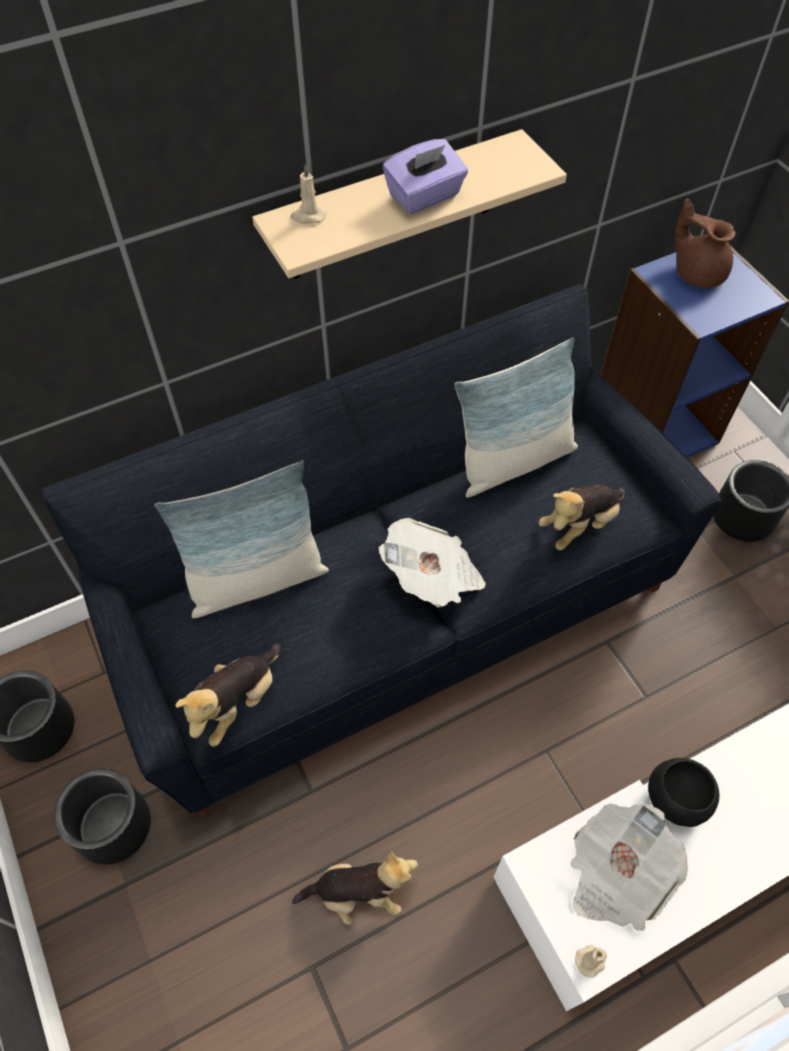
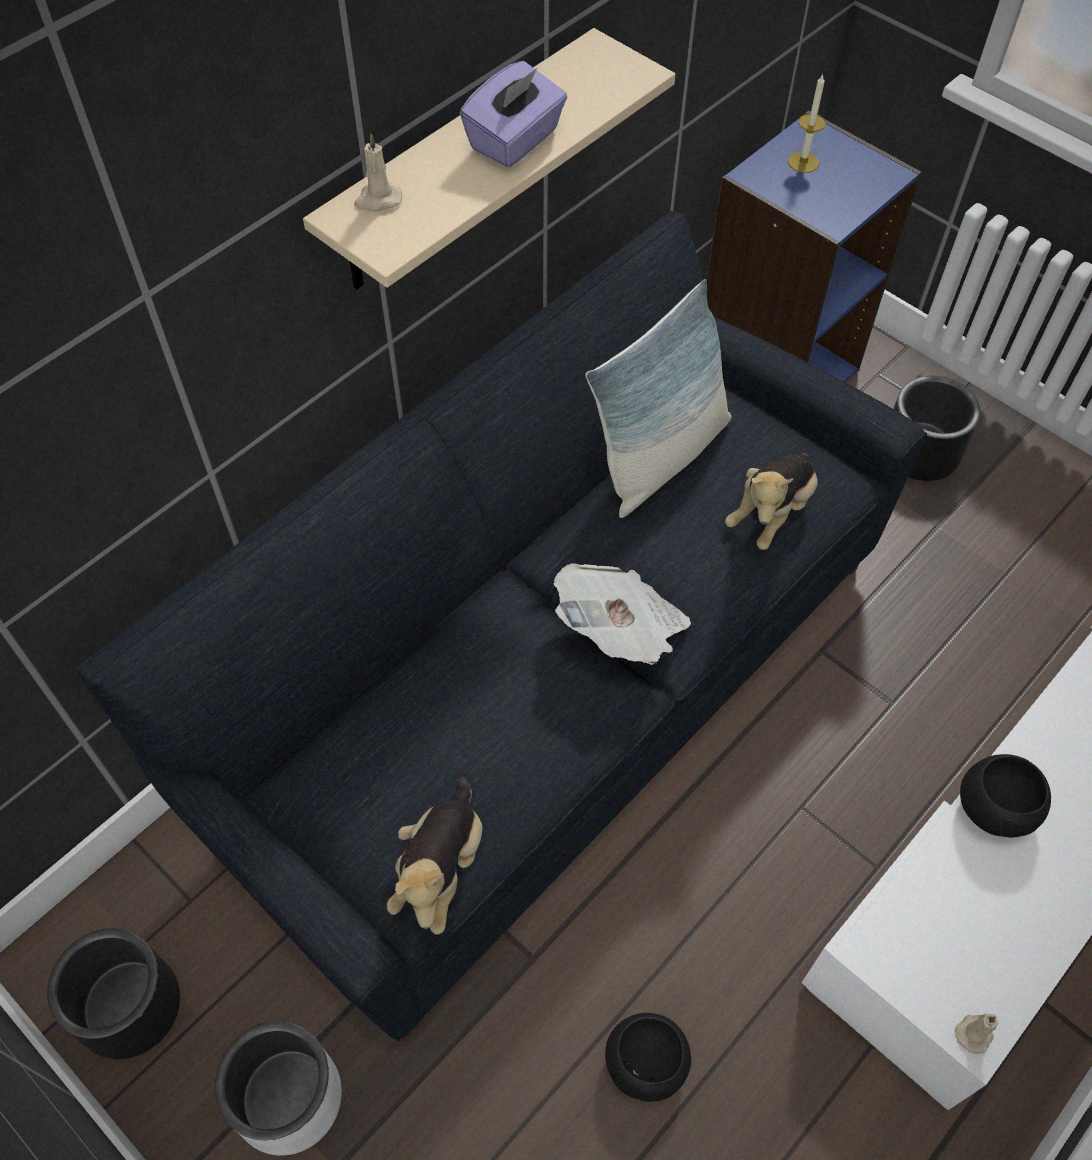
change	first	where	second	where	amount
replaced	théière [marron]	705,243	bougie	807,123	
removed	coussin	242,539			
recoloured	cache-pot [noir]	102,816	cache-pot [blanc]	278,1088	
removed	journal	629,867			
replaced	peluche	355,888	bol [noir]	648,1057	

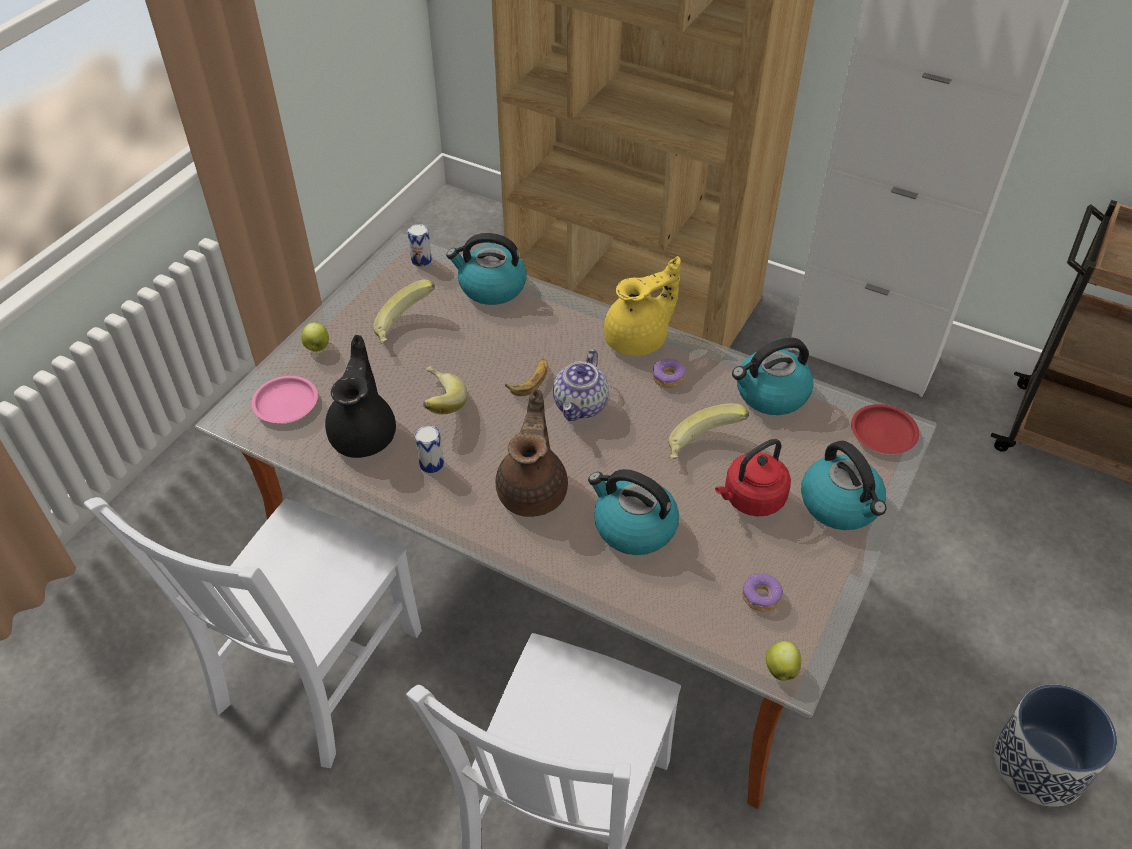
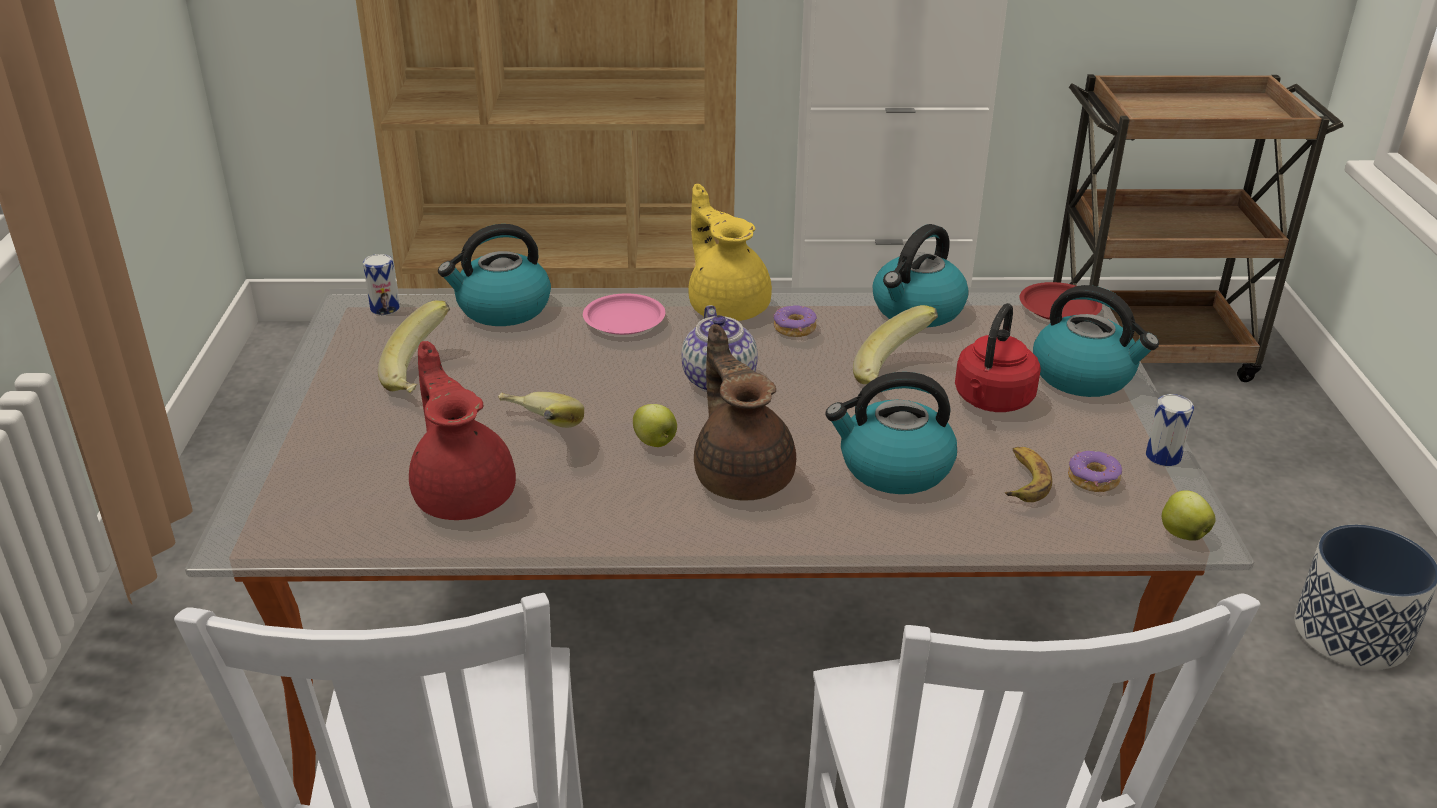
change	first	where	second	where	amount
turned	théière [jaune]	642,306		730,252	60 degrees counterclockwise
moved	pomme	315,337		655,425	
recoloured	théière [noir]	360,396	théière [rouge]	462,430	
moved	banane	526,377		1028,474	
moved	assiette [rose]	285,399		624,314	
moved	boîte métallique	429,449		1170,430	

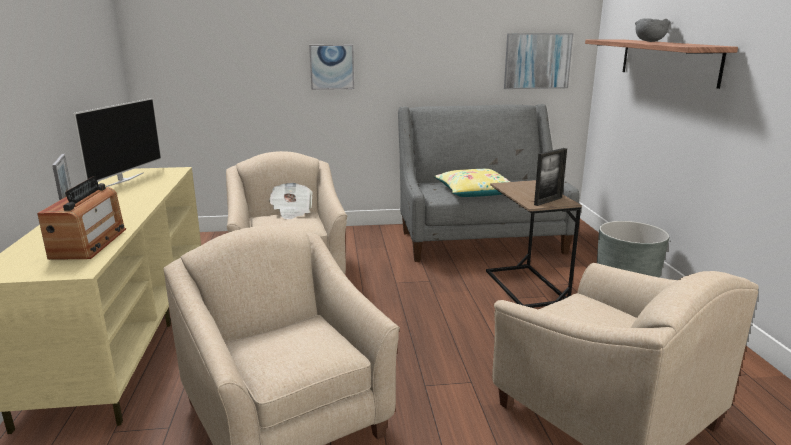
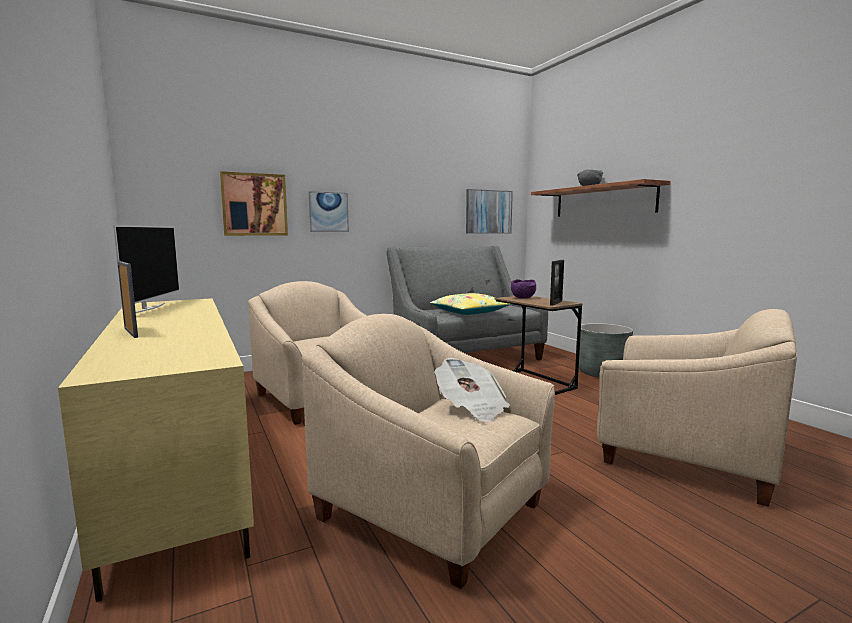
change	first	where	second	where	amount
removed	radio	81,218			
moved	journal	291,201		472,390	
added			tableau	254,203	
added			bol [violet]	523,289	

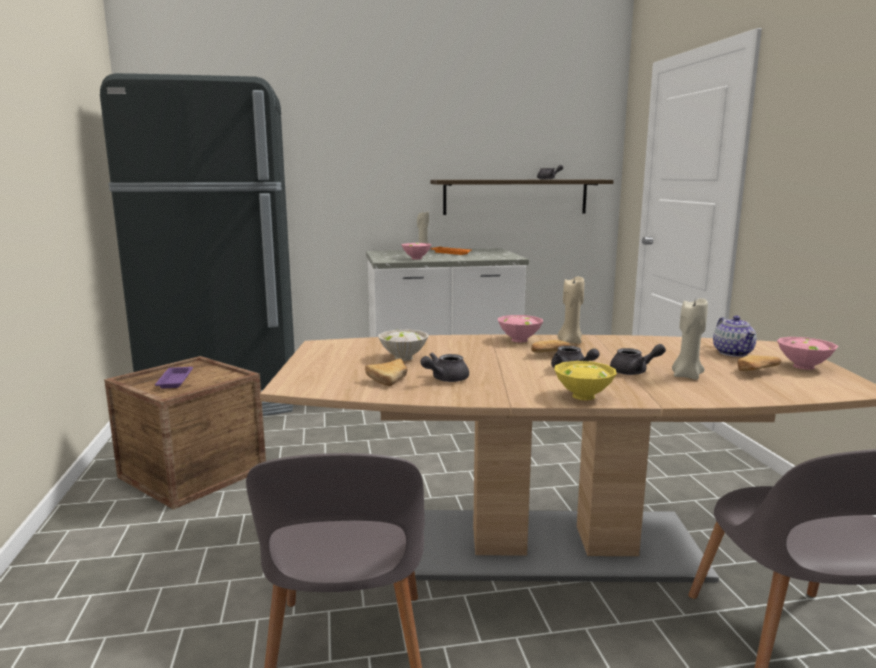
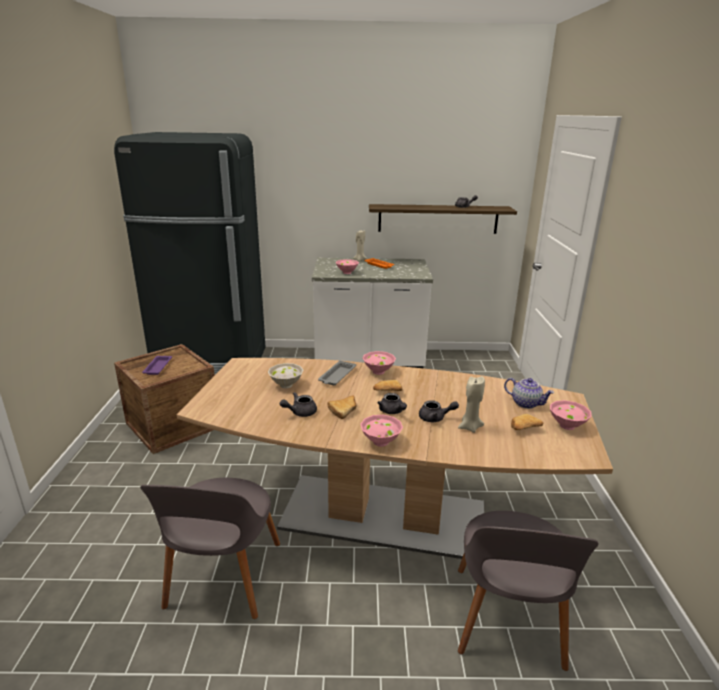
change	first	where	second	where	amount
removed	bougie [beige]	570,310			
turned	théière	735,336		529,393	60 degrees counterclockwise
moved	pain	386,372		342,407	
recoloured	bol [jaune]	586,380	bol [rose]	381,431	
added			plateau [gris]	337,372	

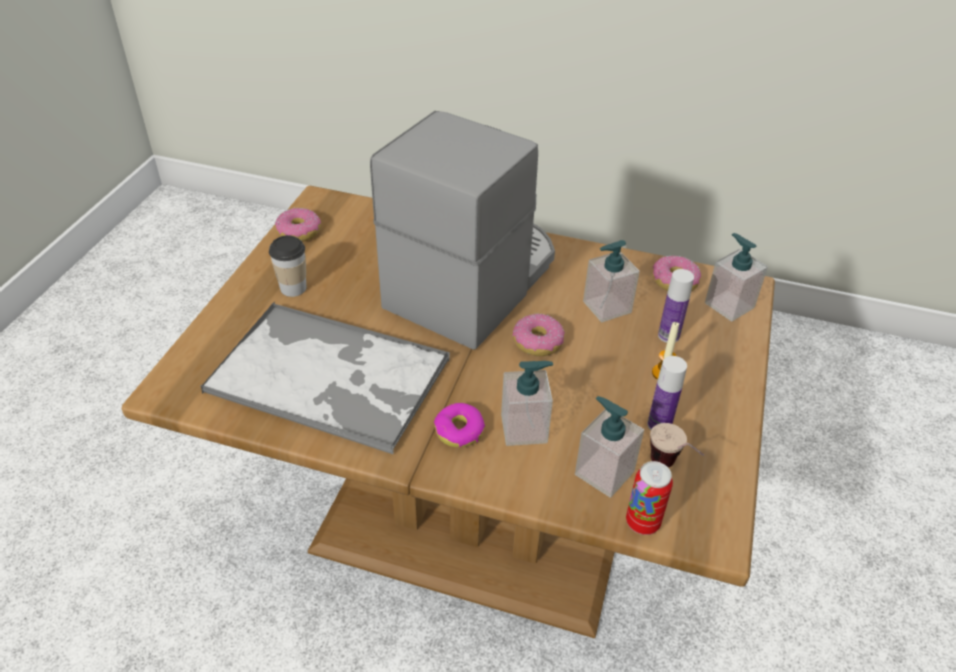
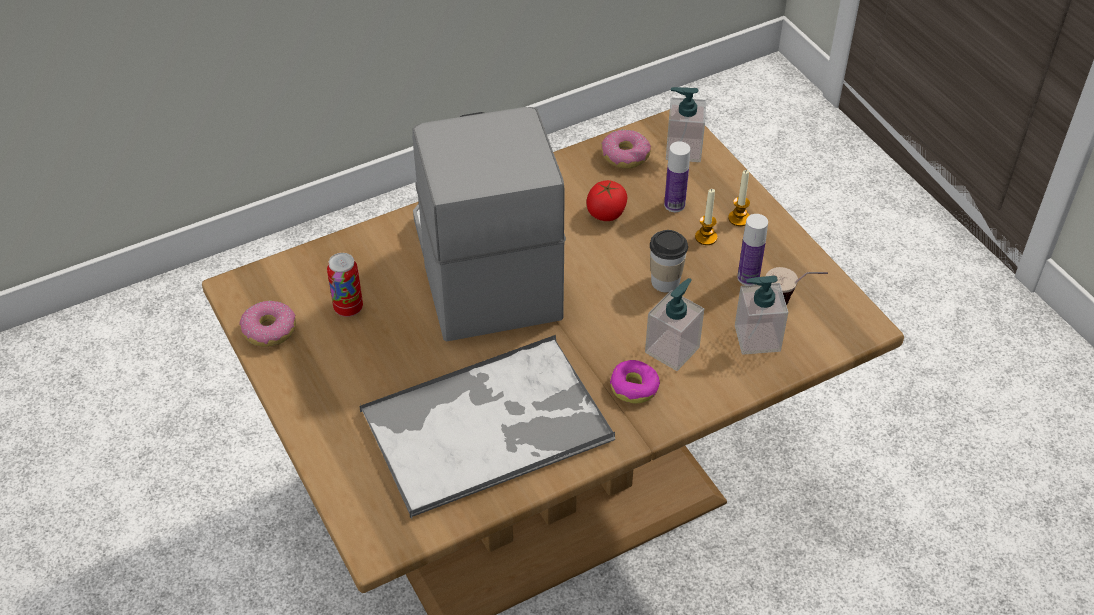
change	first	where	second	where	amount
moved	tasse	287,266		669,261	
replaced	distributeur de savon	611,281	tomate	606,200	
removed	beignet	538,335			
moved	boîte métallique	649,498		345,285	
added			bougie	739,198	

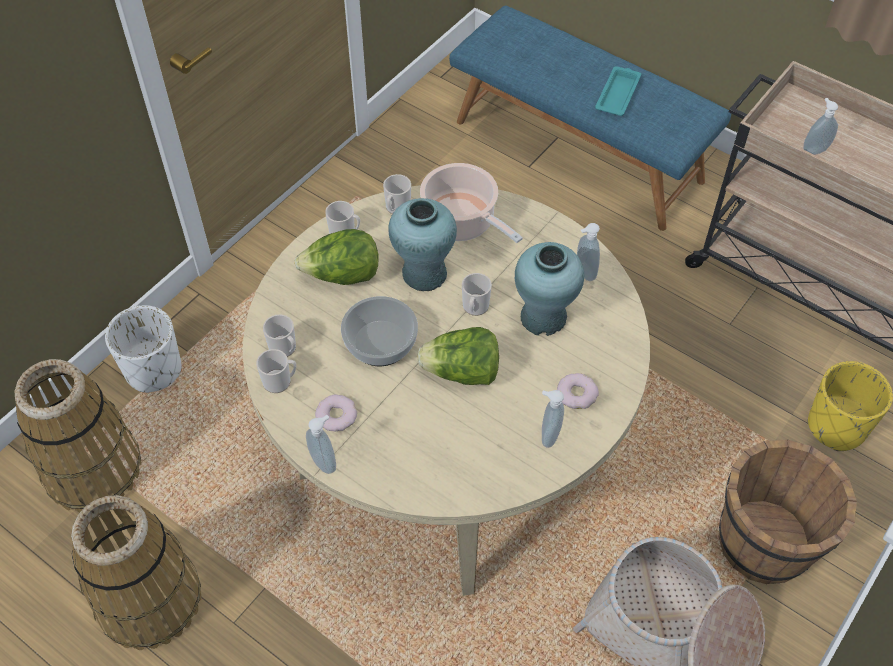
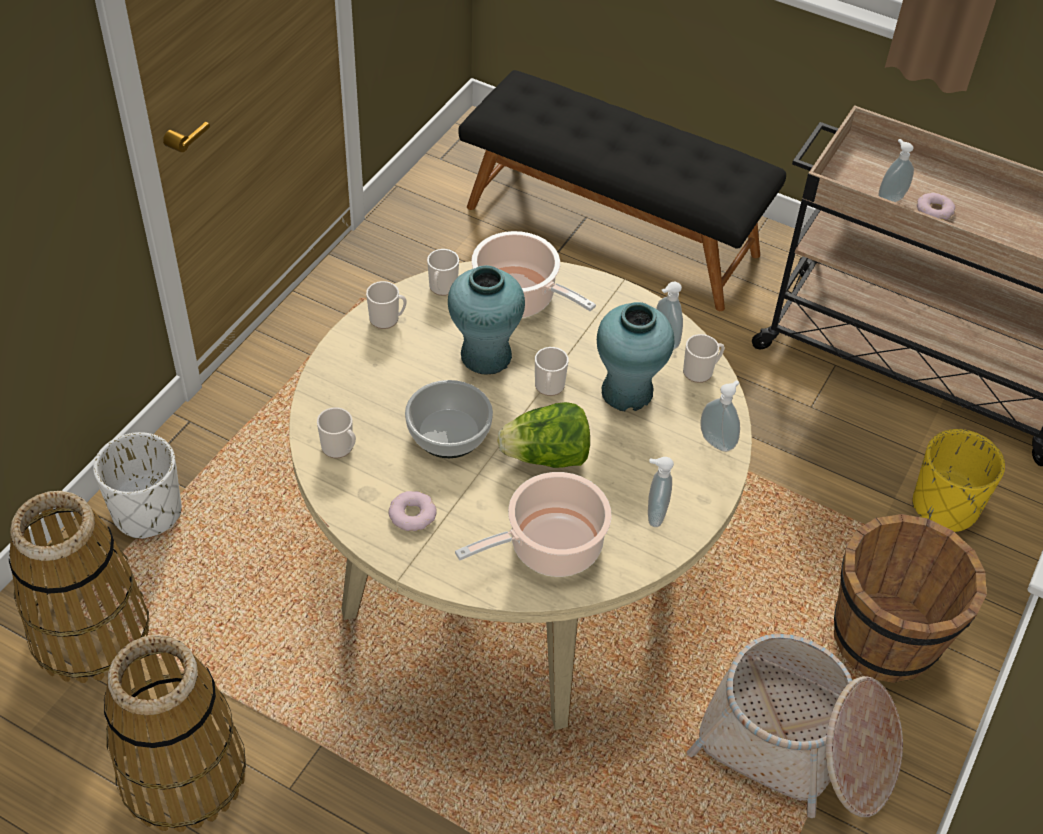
change	first	where	second	where	amount
recoloured	banc [bleu]	590,118	banc [noir]	622,190	
removed	plateau [turquoise]	618,91			
removed	laitue	336,257			
moved	mug	276,371		704,358	
moved	beignet	578,391		936,206	
moved	distributeur de savon	321,444		720,416	
added			marmite	533,524	

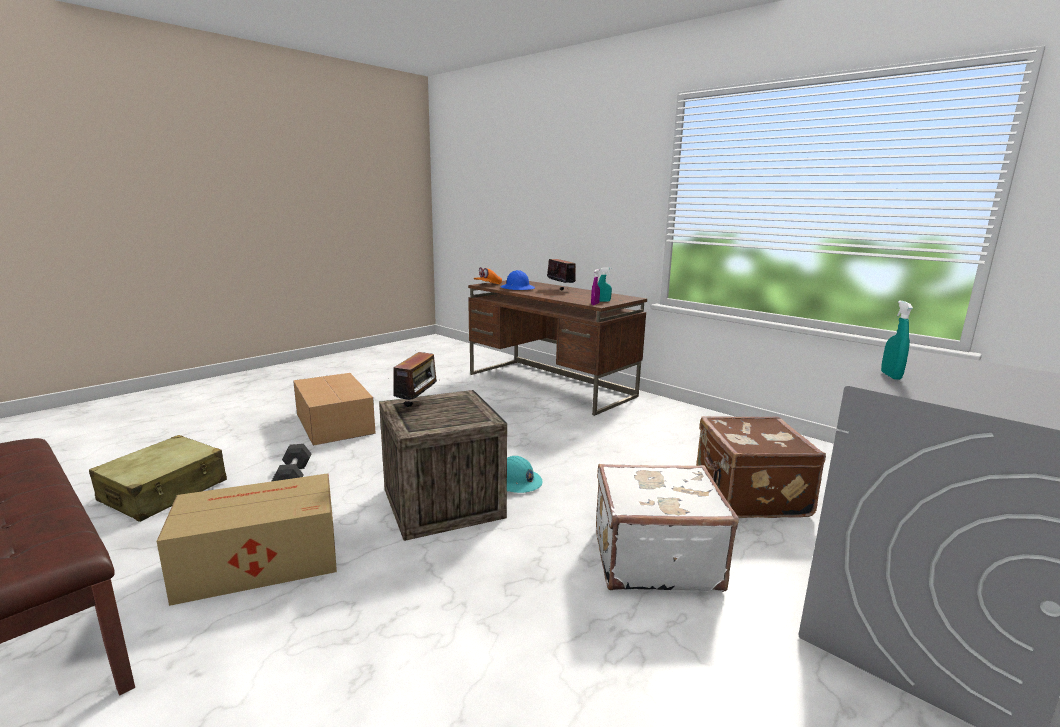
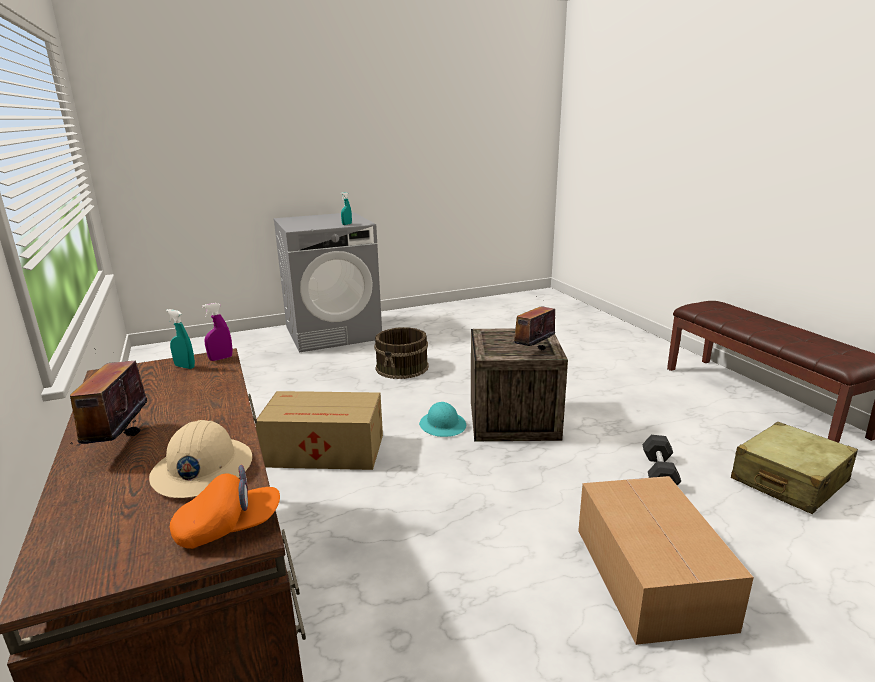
change	first	where	second	where	amount
recoloured	casque de chantier [bleu]	517,280	casque de chantier [beige]	200,459	
removed	valise [marron]	761,467			
replaced	valise [blanc]	667,528	seau [marron]	401,353	
moved	carton	247,539		319,430	

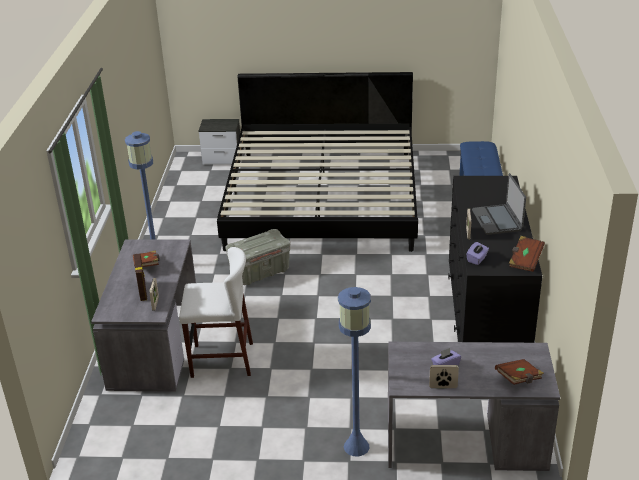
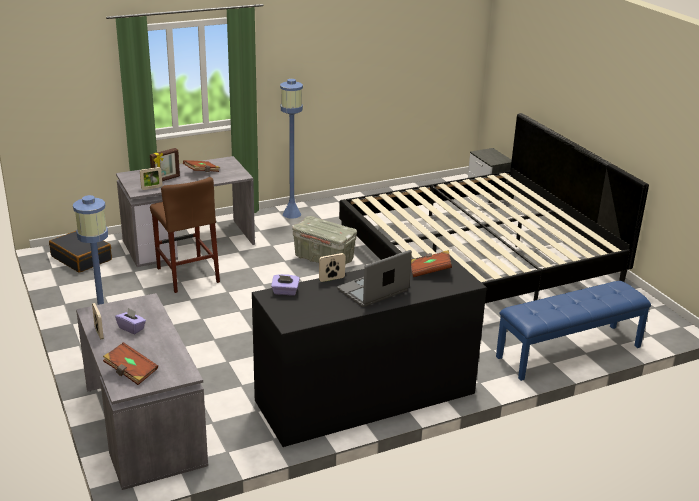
change	first	where	second	where	amount
moved	livre [marron]	527,254		431,263	
recoloured	tabouret [blanc]	216,312	tabouret [marron]	185,235	
added			valise [noir]	80,251	

